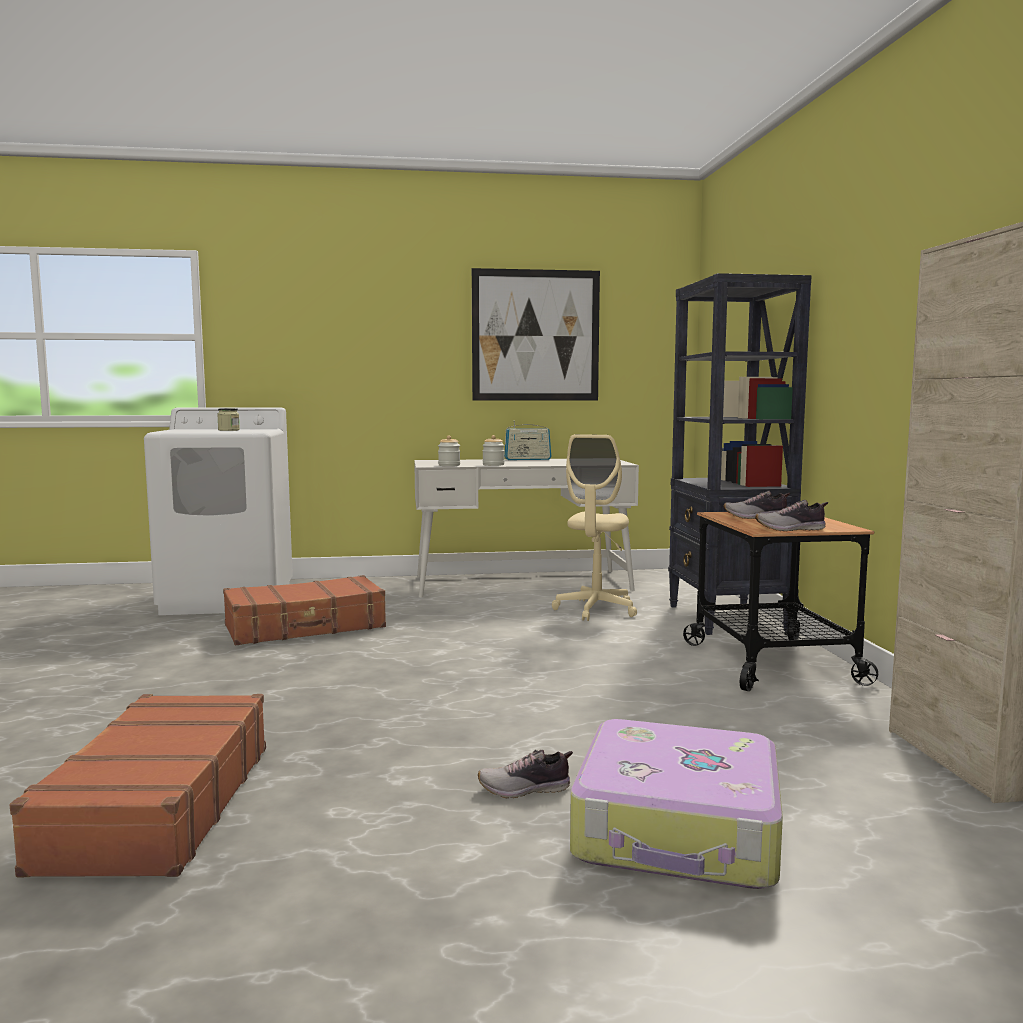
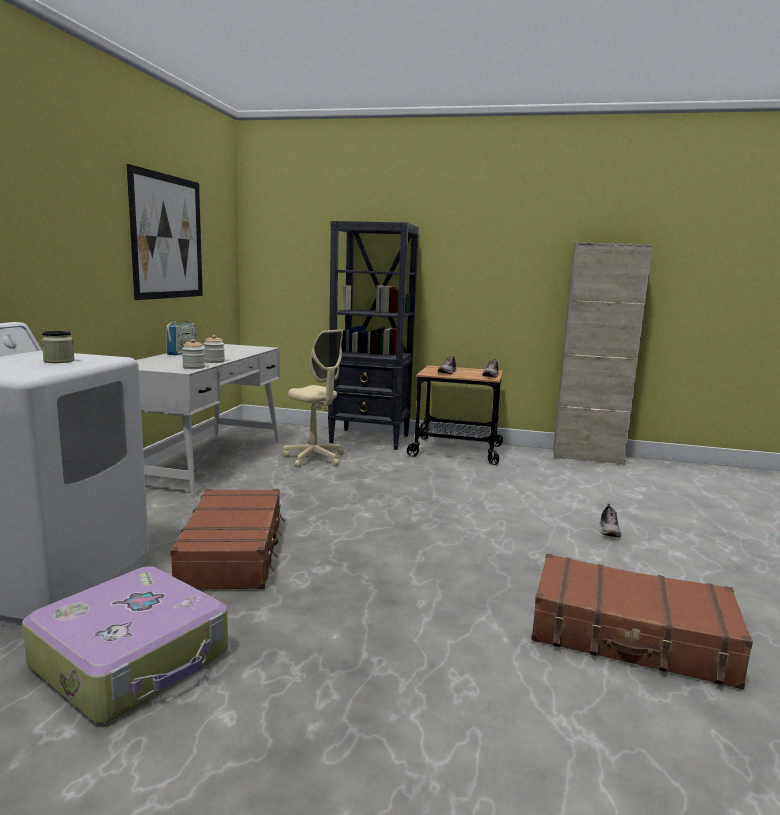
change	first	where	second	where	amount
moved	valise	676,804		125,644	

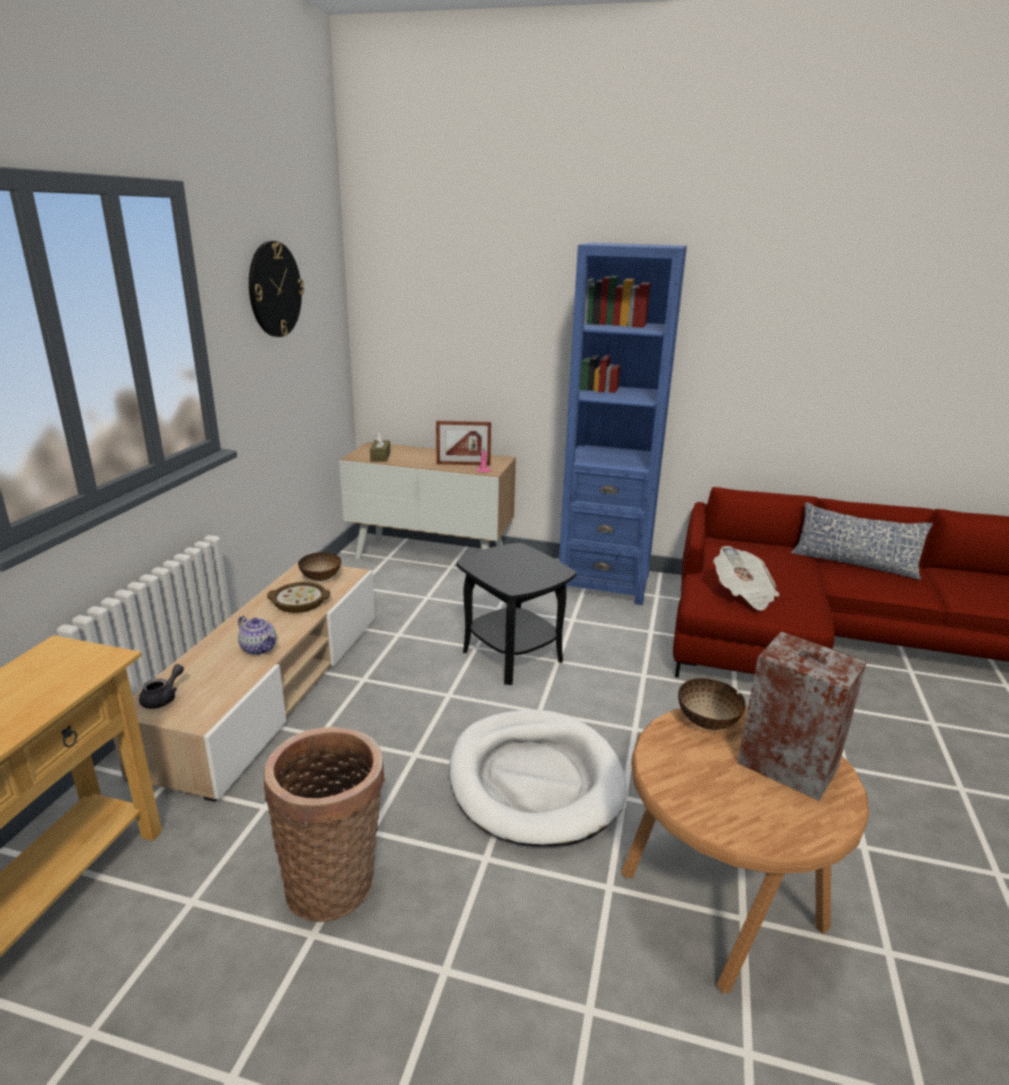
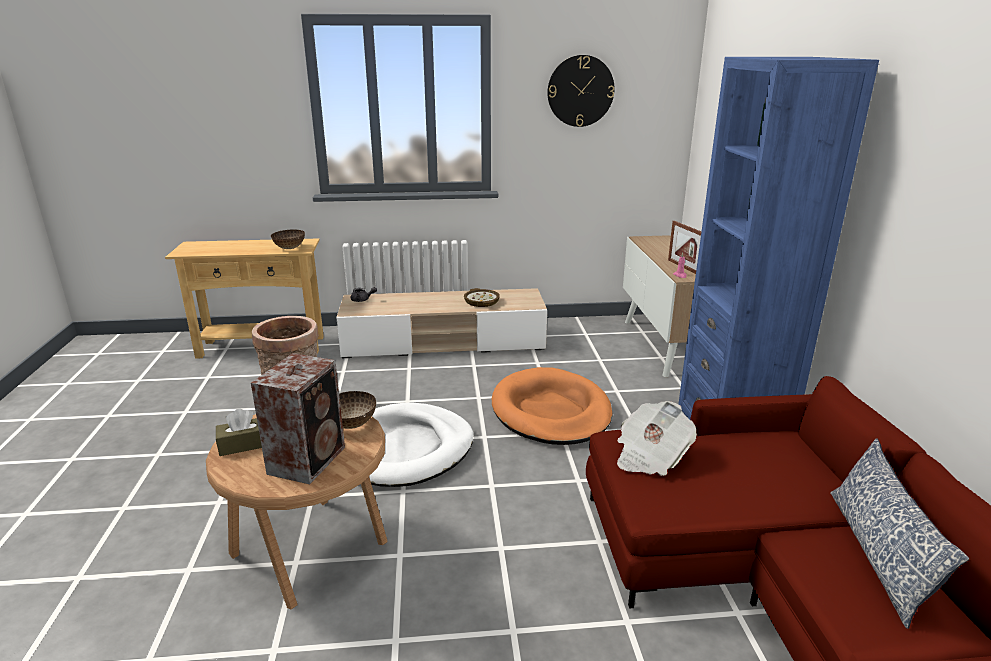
change	first	where	second	where	amount
moved	boîte à mouchoirs [marron]	380,447		239,432	
replaced	table d'appoint [noir]	516,614	panier pour chien [orange]	552,406	
moved	bol	319,566		288,239	
removed	théière	257,635			

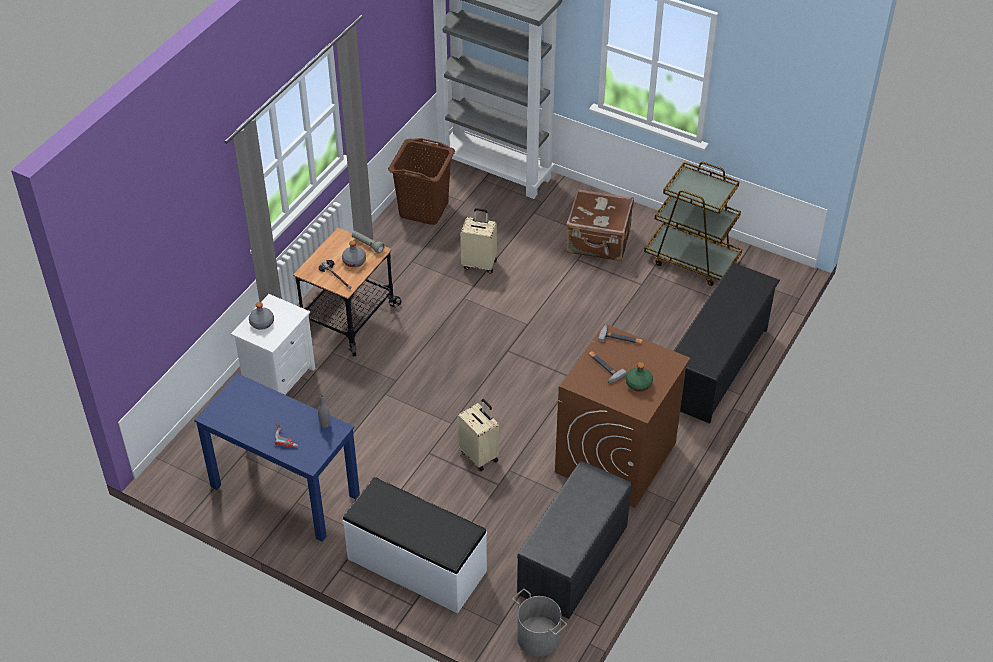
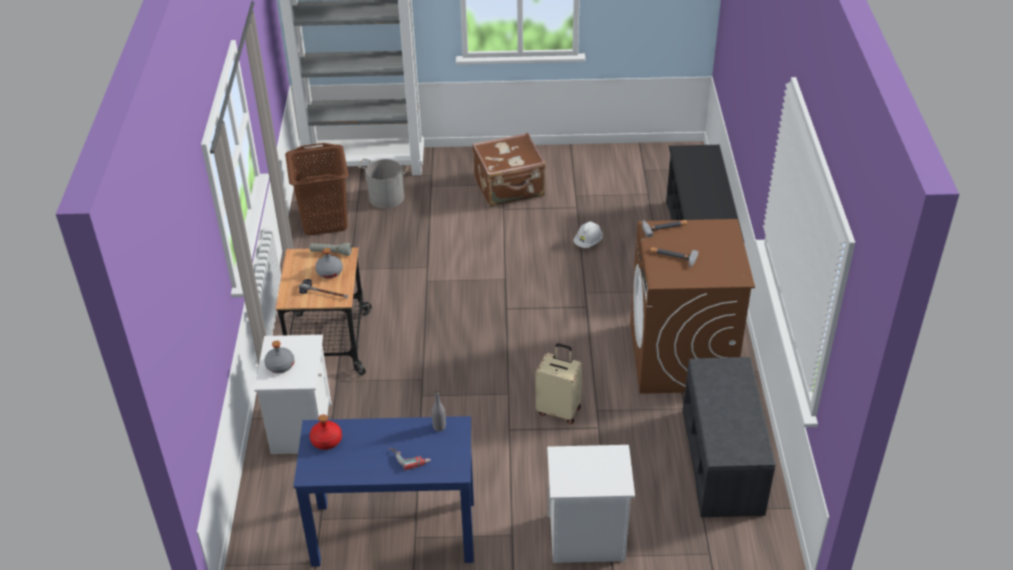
change	first	where	second	where	amount
removed	chariot [marron]	693,224			
removed	valise [beige]	478,241			
removed	bouteille [vert]	639,377			
replaced	banc [blanc]	415,545	table de chevet [blanc]	591,504	
moved	seau [gris]	539,623		383,184	
added			casque de chantier [blanc]	588,235	
added			bouteille [rouge]	326,432	

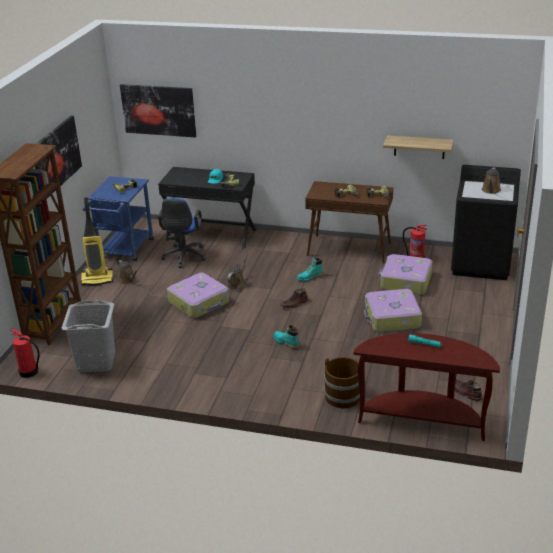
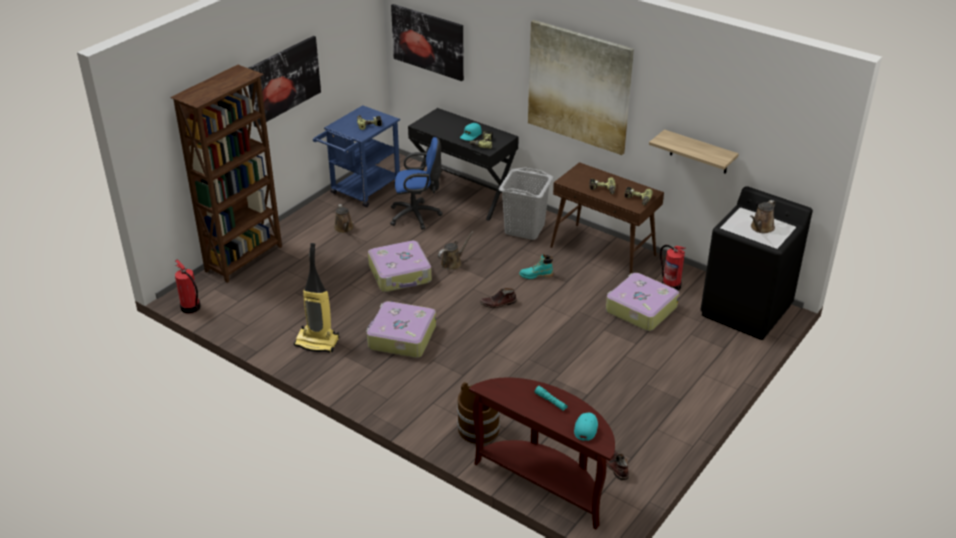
change	first	where	second	where	amount
moved	aspirateur	97,241		316,297	
turned	chaise de bureau [bleu]	182,233		416,183	120 degrees counterclockwise
moved	valise	393,310		401,329	
moved	panier à linge [gris]	88,336		526,203	
removed	botte [turquoise]	286,337			
added			tableau	581,87	
added			casquette [turquoise]	586,427	

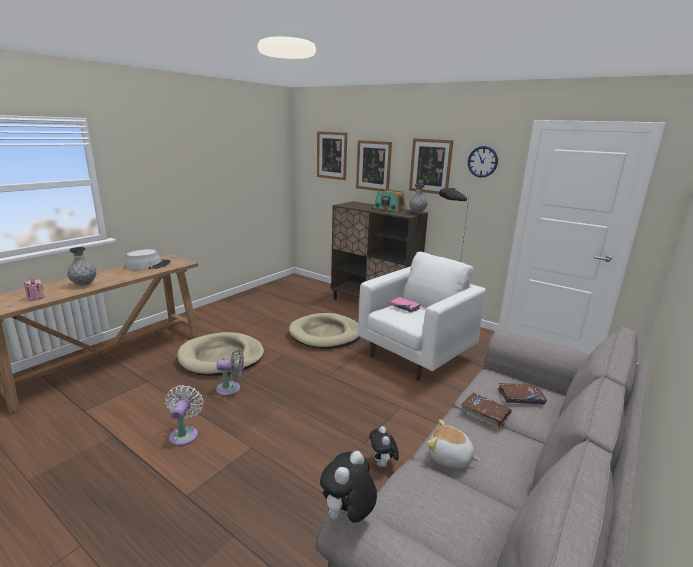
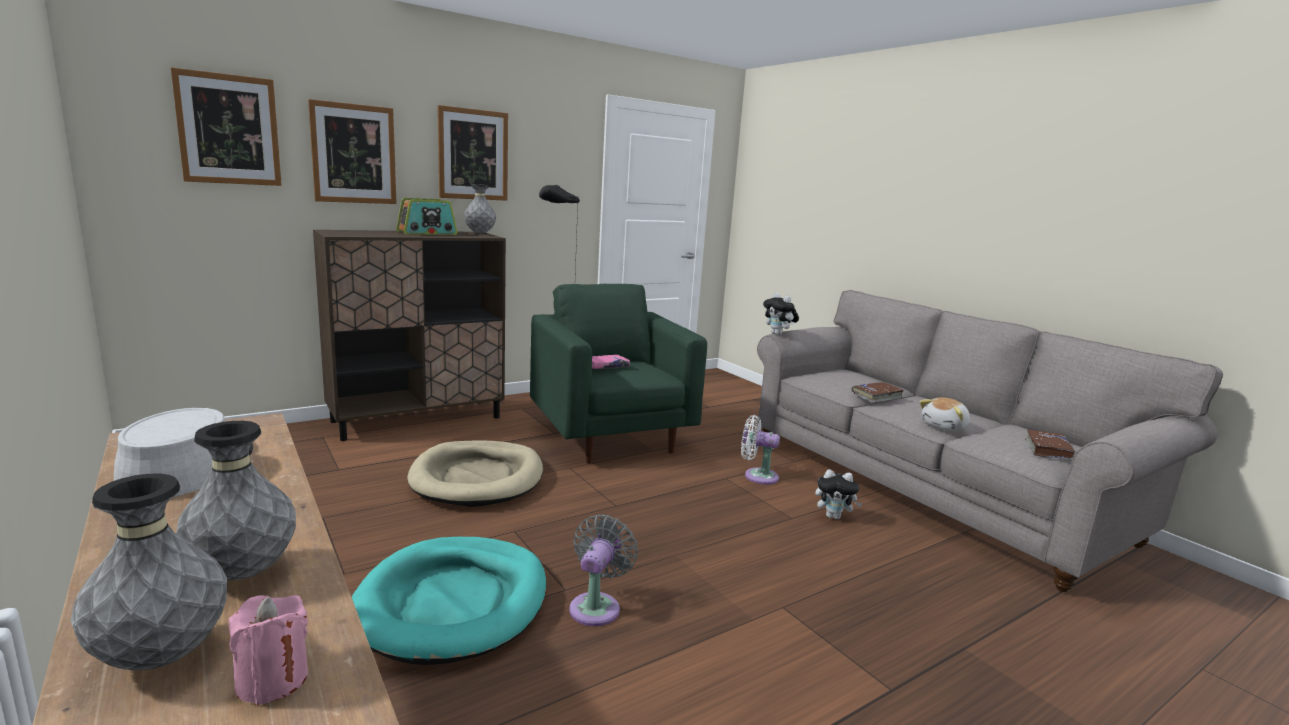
change	first	where	second	where	amount
removed	horloge murale	483,161			
recoloured	fauteuil [blanc]	422,316	fauteuil [vert]	618,374	
recoloured	panier pour chien [beige]	220,354	panier pour chien [turquoise]	449,601	
moved	livre [marron]	522,394		1050,444	
moved	ventilateur [blanc]	184,415		760,450	
moved	peluche	348,487		781,314	
added			vase [gris]	149,571	

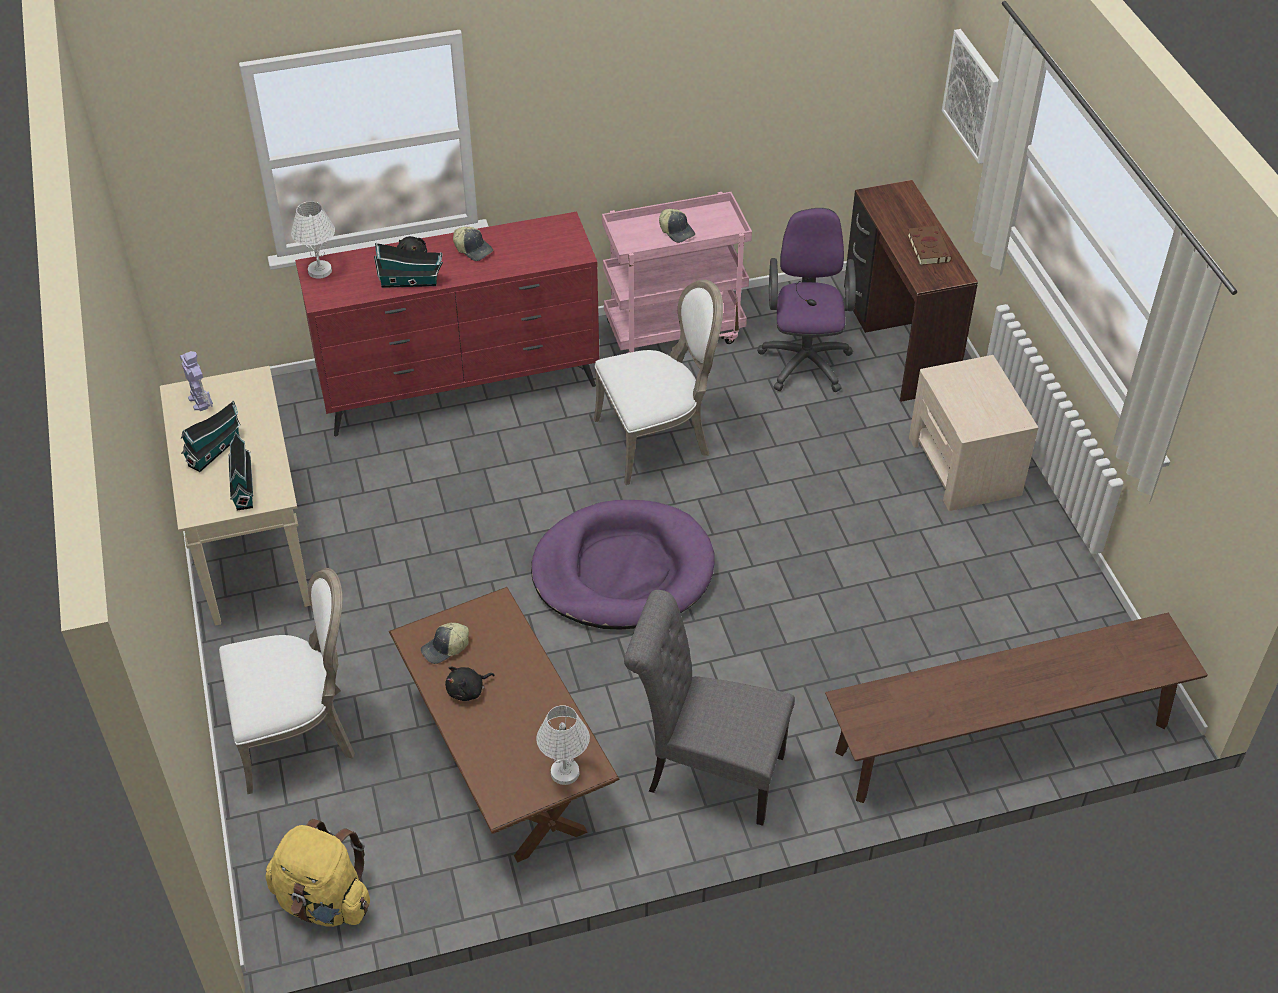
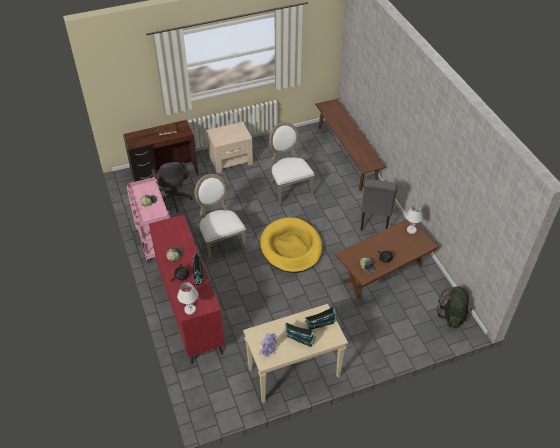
change	first	where	second	where	amount
removed	tableau	970,96			
turned	chaise de bureau [violet]	806,300		172,187	105 degrees counterclockwise
recoloured	panier pour chien [violet]	622,564	panier pour chien [jaune]	291,245	
moved	chaise [blanc]	287,681		292,164	
recoloured	sac à dos [jaune]	318,873	sac à dos [vert]	454,307	

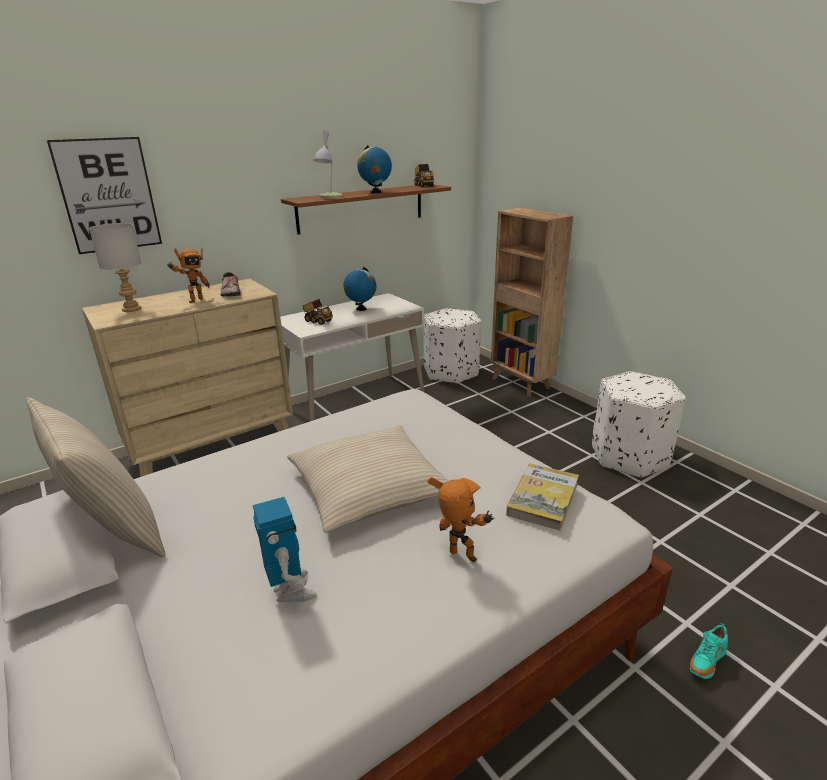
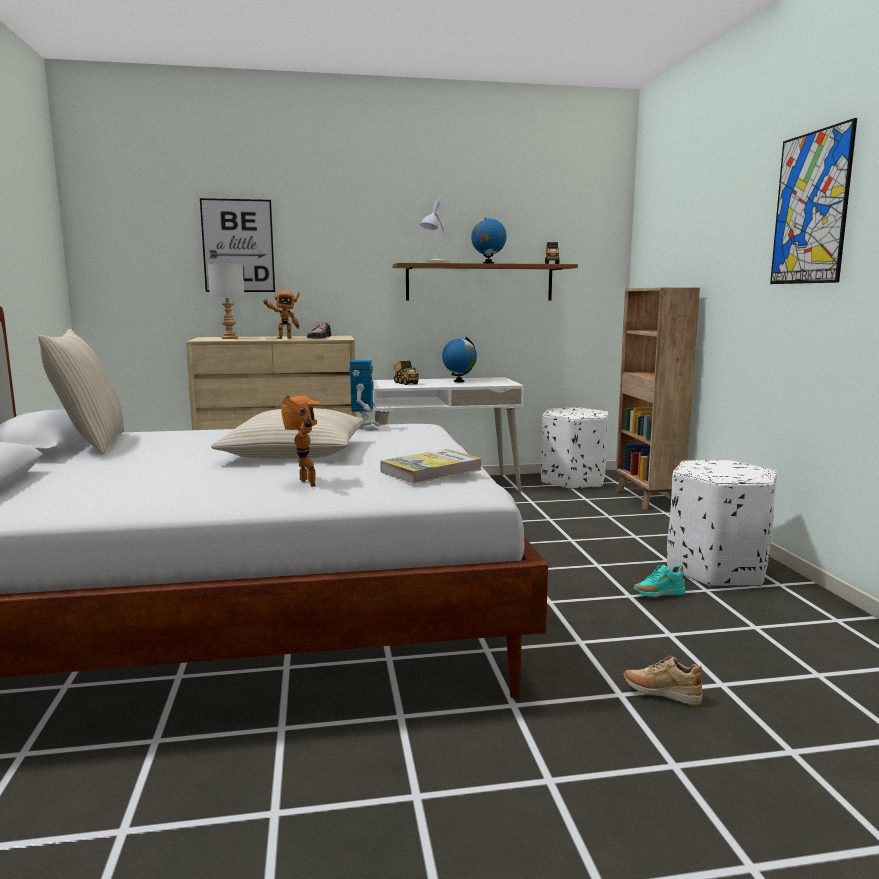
change	first	where	second	where	amount
moved	robot jouet	285,549		365,395	
moved	chaussure [turquoise]	709,651		659,581	
added			tableau	813,201	
added			chaussure [beige]	663,680	

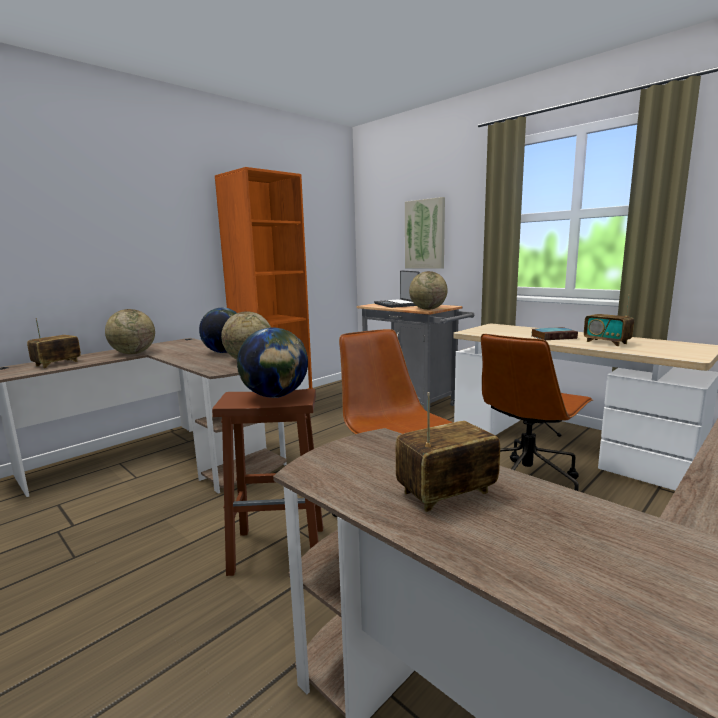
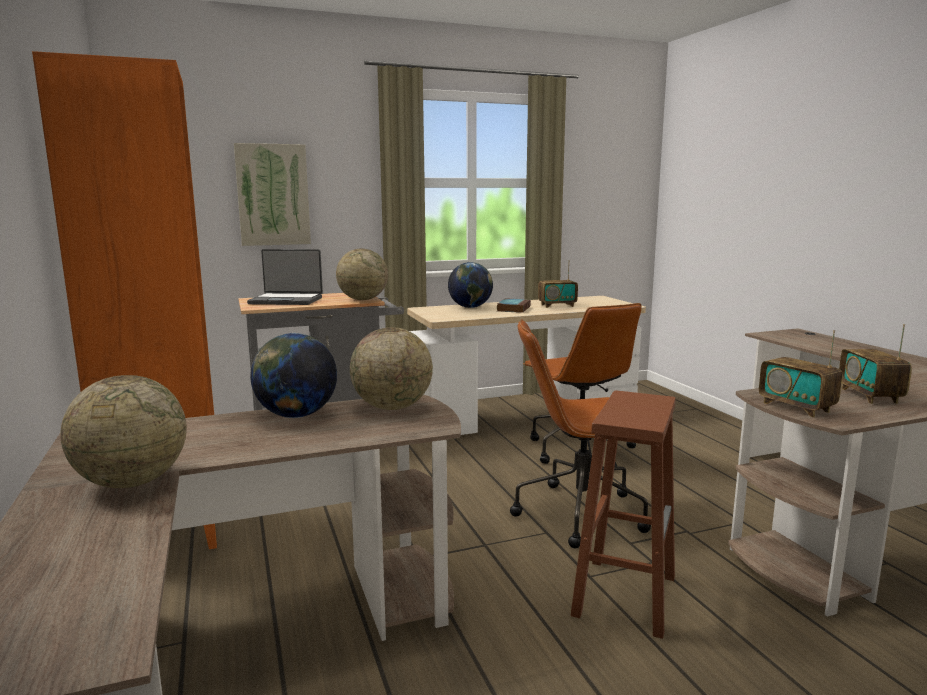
change	first	where	second	where	amount
moved	radio	54,343		801,373	
moved	globe	272,362		470,285	

